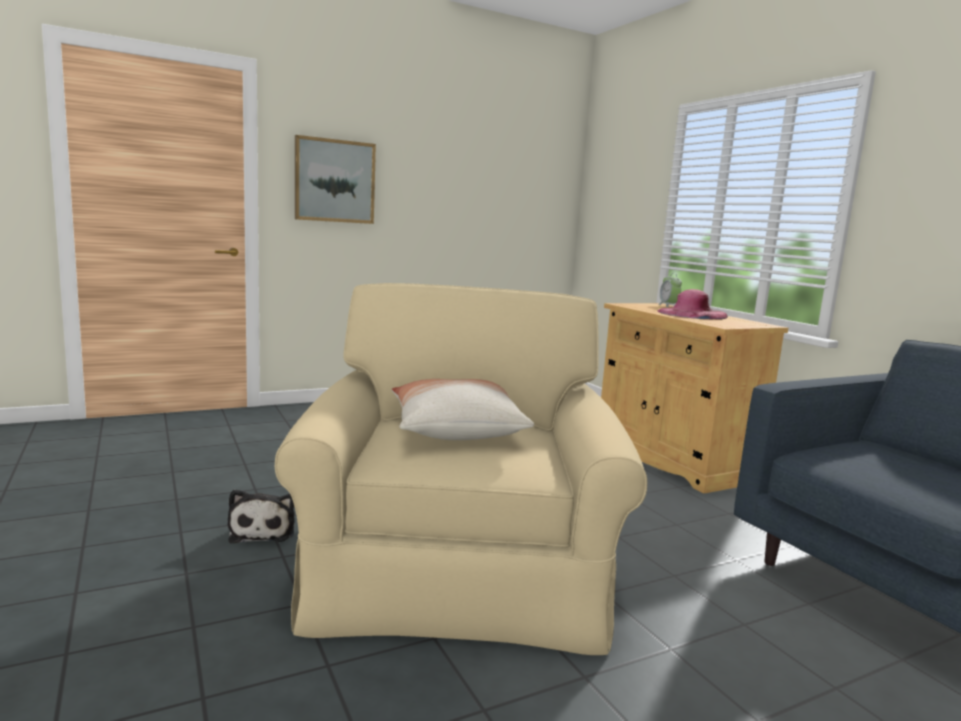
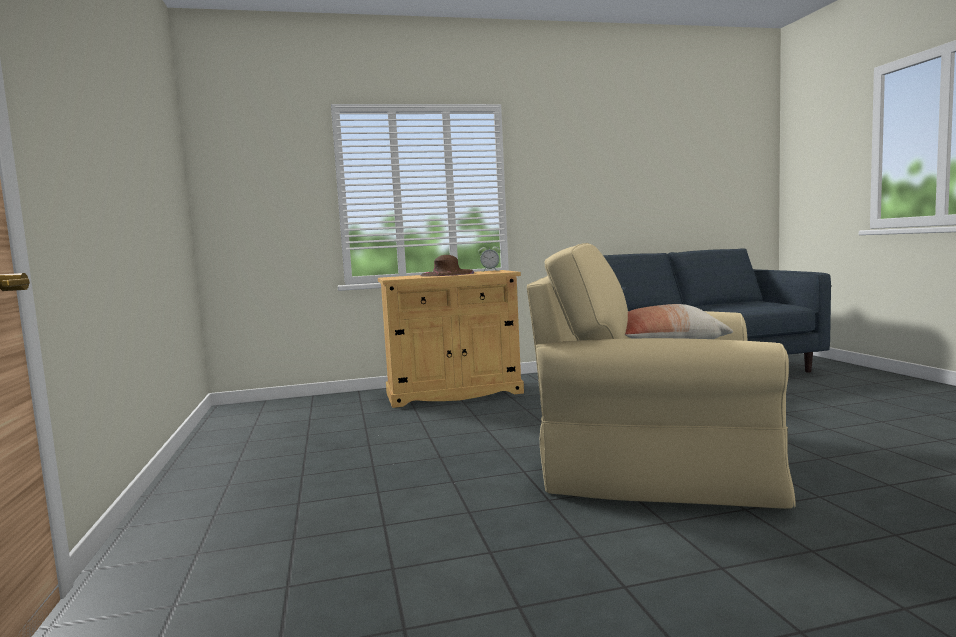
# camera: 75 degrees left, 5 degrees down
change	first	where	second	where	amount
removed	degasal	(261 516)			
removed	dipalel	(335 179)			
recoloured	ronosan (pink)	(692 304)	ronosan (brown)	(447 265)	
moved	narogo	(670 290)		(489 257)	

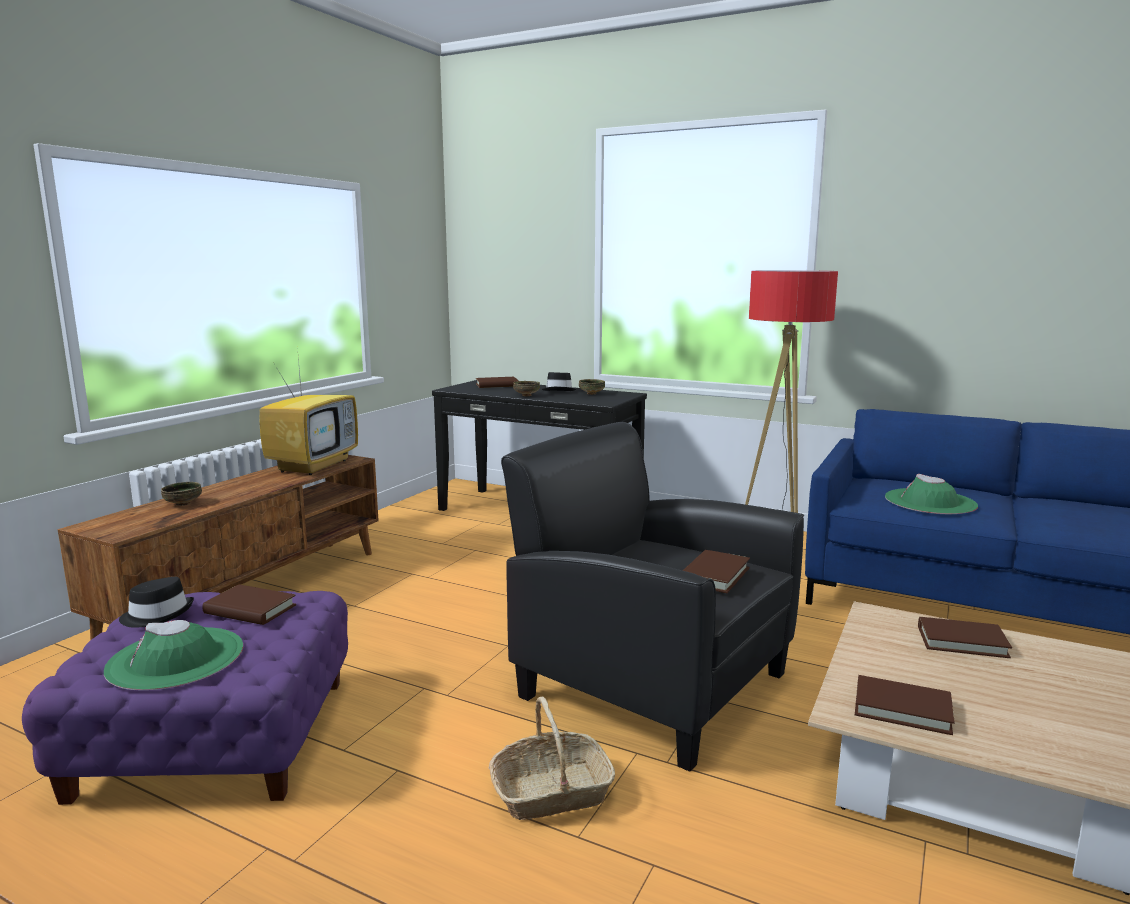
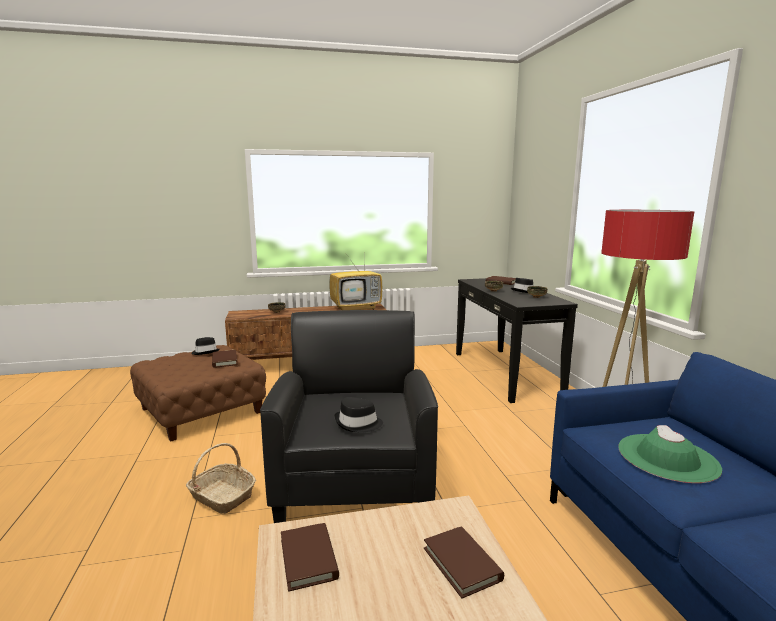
# camera: 50 degrees right, 0 degrees up
change	first	where	second	where	amount
recoloured	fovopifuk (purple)	(185 698)	fovopifuk (brown)	(198 393)	
removed	ronosan (green)	(173 655)			
replaced	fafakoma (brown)	(716 571)	ronosan (black)	(358 414)	

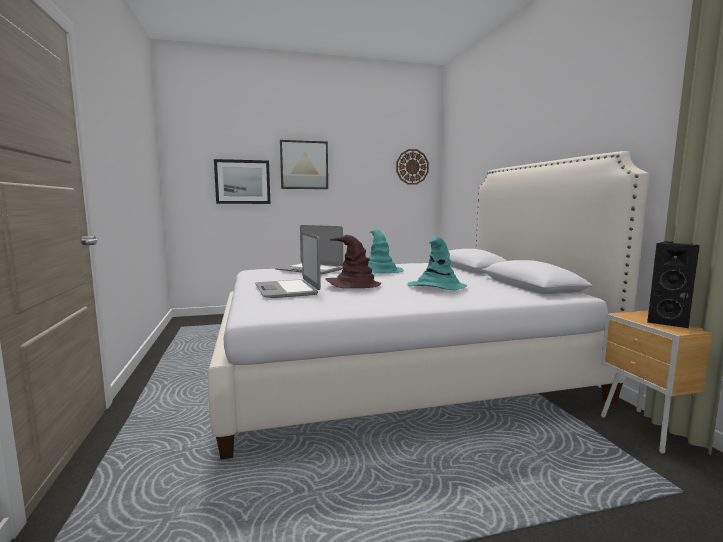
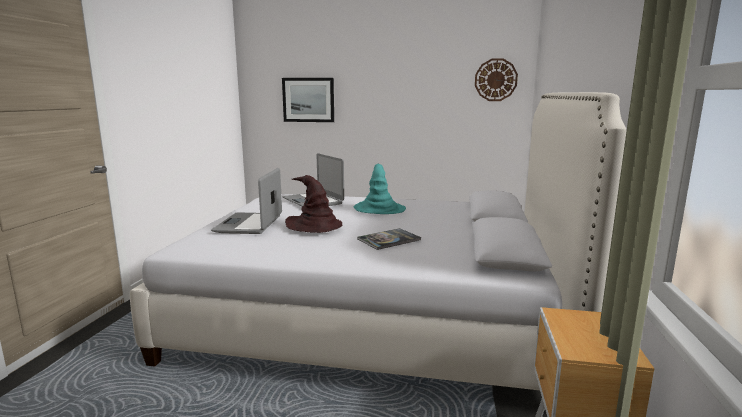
# camera: 25 degrees right, 5 degrees up
change	first	where	second	where	amount
removed	dipalel	(304 164)			
replaced	ronosan (turquoise)	(437 263)	fafakoma	(389 239)	
removed	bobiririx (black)	(673 284)			

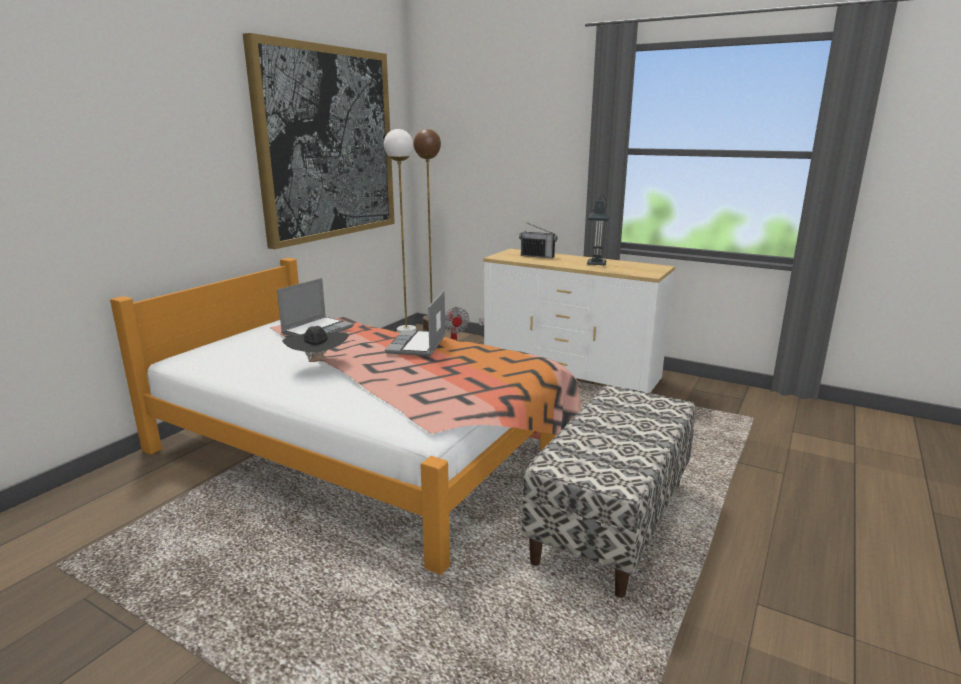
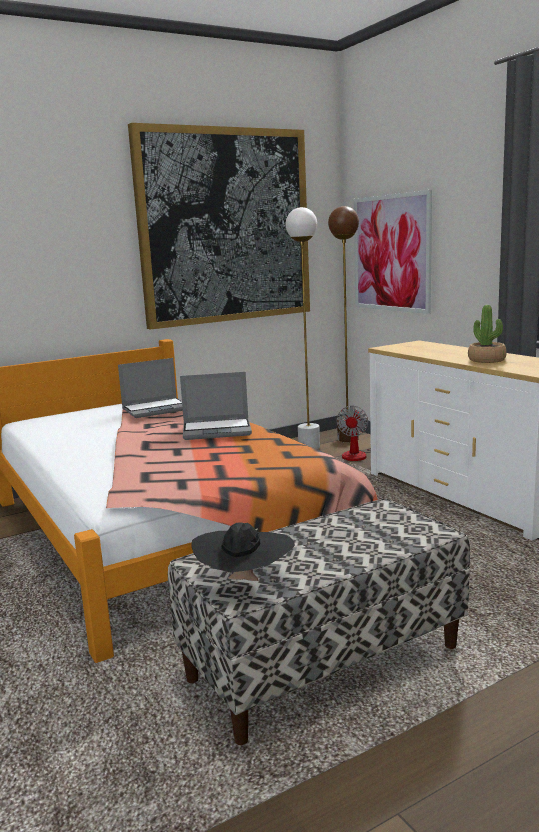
# camera: 30 degrees right, 5 degrees down
change	first	where	second	where	amount
moved	ronosan (black)	(315 344)		(243 551)	
turned	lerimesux	(415 323)		(216 406)	135 degrees counterclockwise
removed	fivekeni	(538 240)			
replaced	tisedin	(598 230)	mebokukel	(487 334)	
added			dipalel	(393 252)	

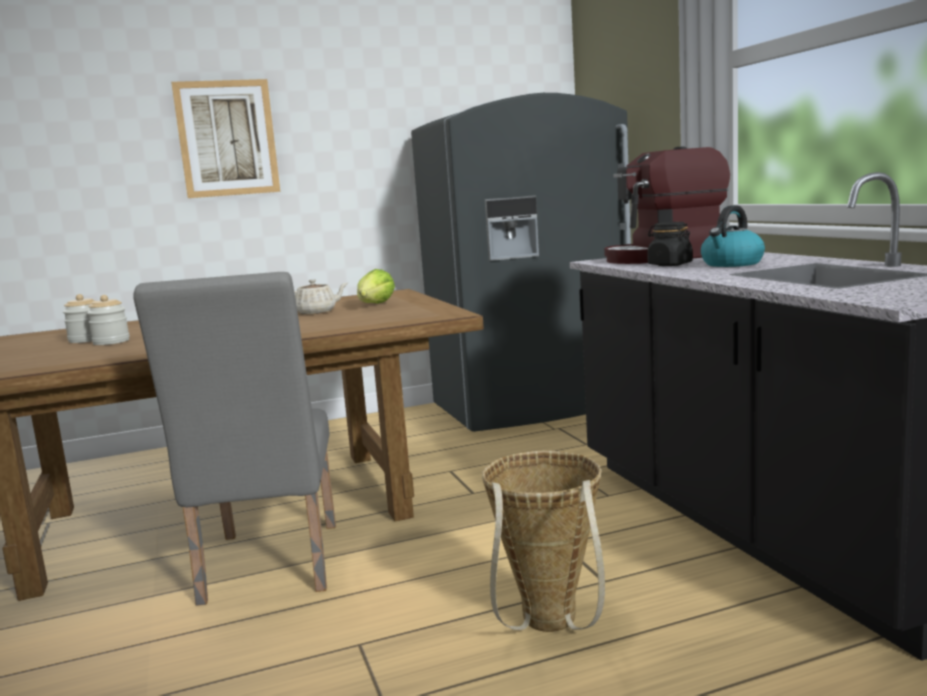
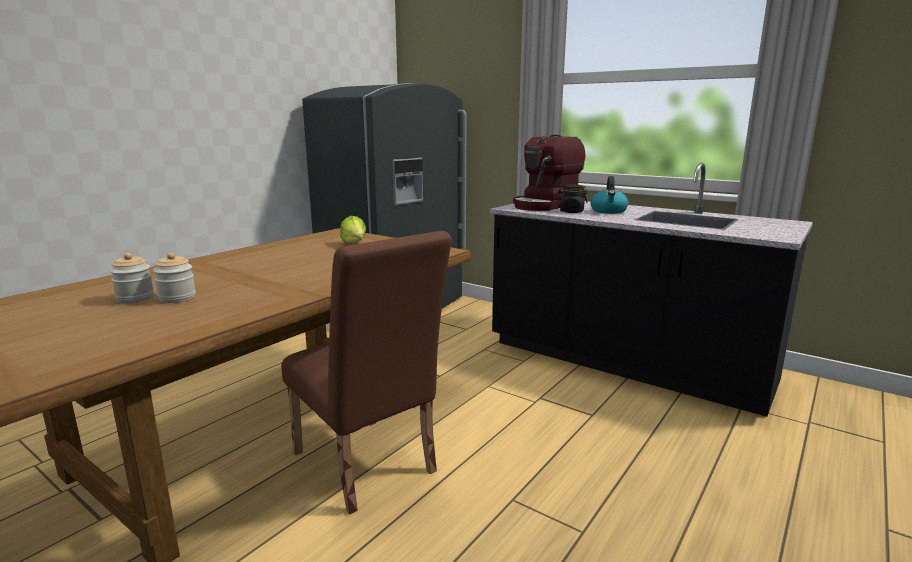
# camera: 35 degrees left, 5 degrees up
change	first	where	second	where	amount
recoloured	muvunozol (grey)	(234 439)	muvunozol (brown)	(366 372)	
removed	dipalel	(225 138)			
removed	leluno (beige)	(321 296)			
removed	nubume	(543 541)			

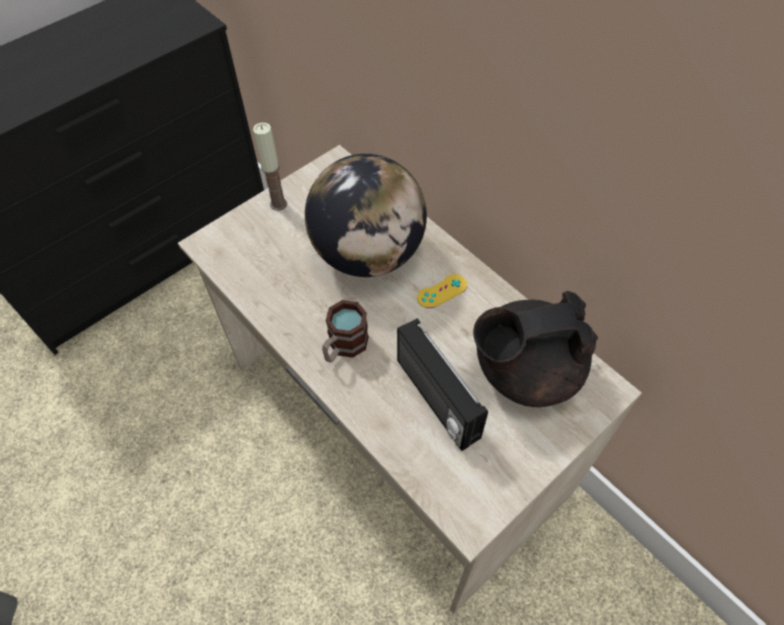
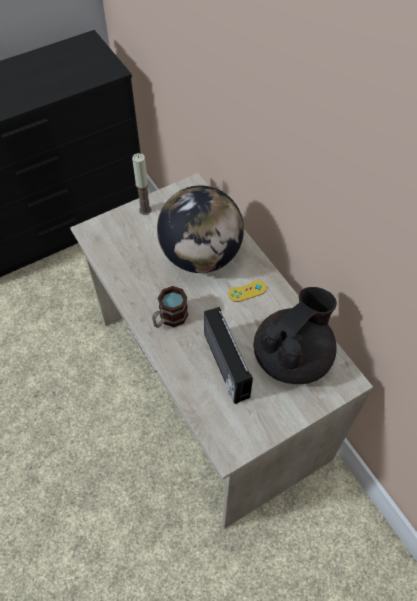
# camera: 10 degrees right, 0 degrees up
change	first	where	second	where	amount
turned	leluno (black)	(535 349)		(295 335)	135 degrees clockwise

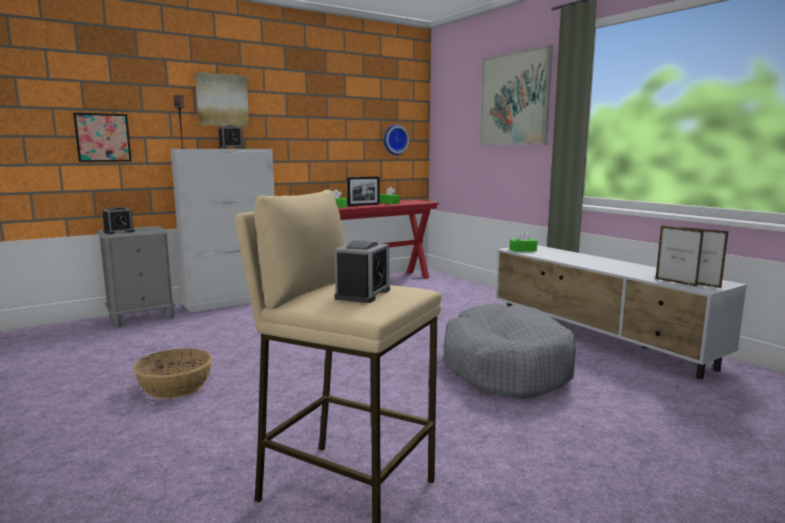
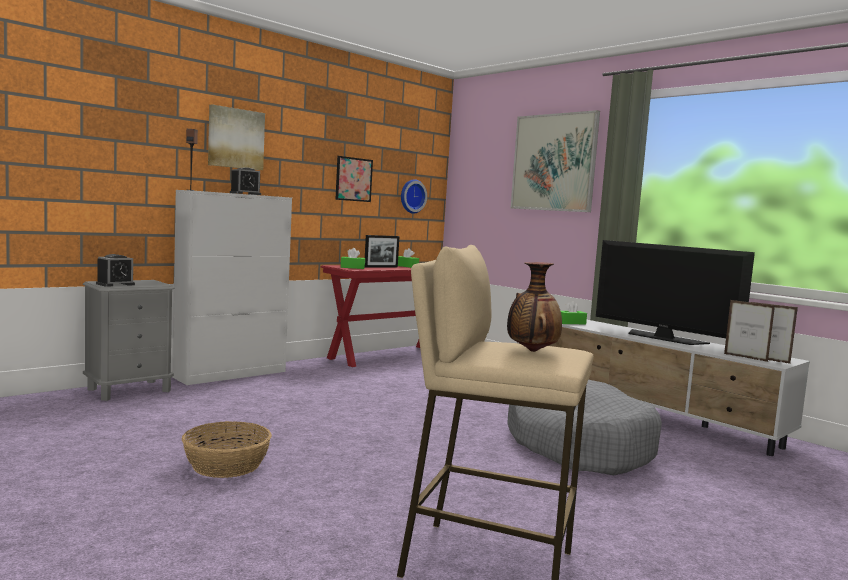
# camera: 10 degrees left, 5 degrees down
change	first	where	second	where	amount
moved	dipalel	(102 137)		(354 179)	
replaced	narogo	(362 271)	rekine	(534 307)	
added			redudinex	(675 292)	

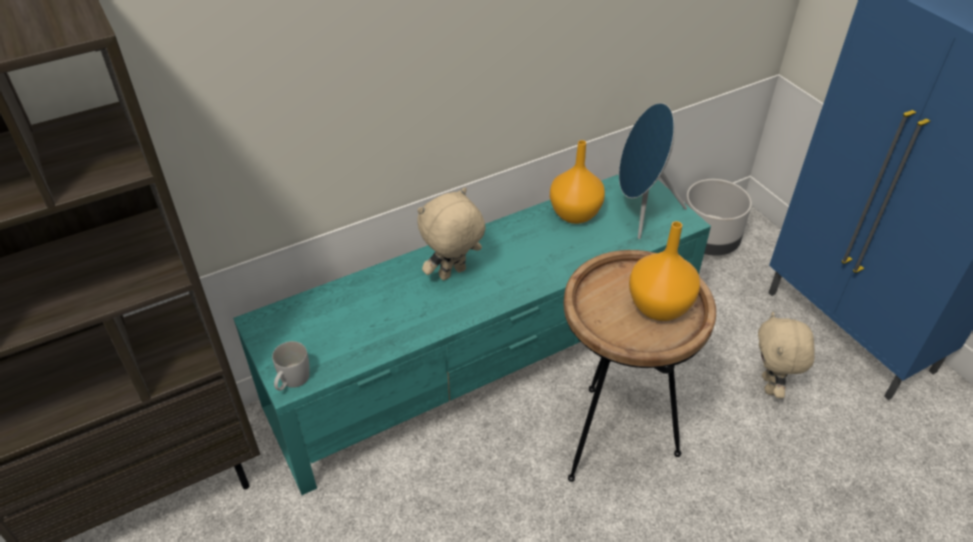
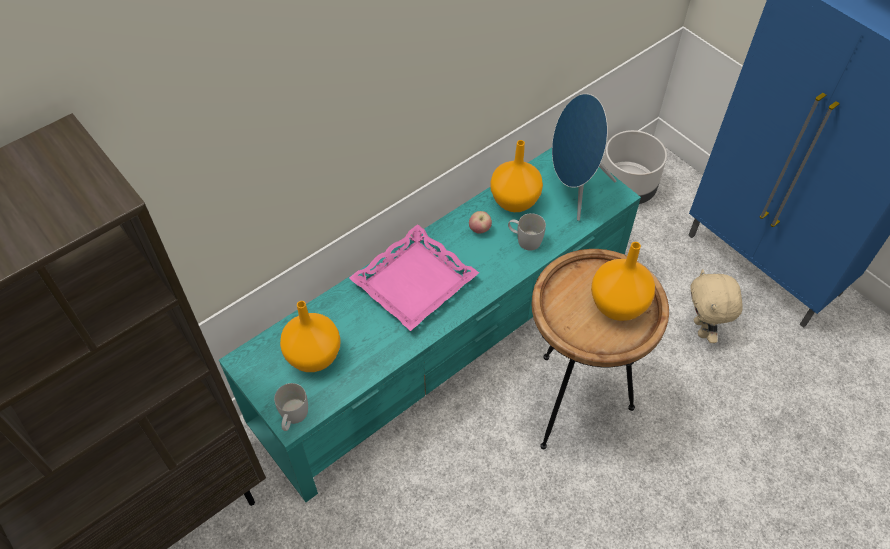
# camera: 10 degrees left, 10 degrees up
change	first	where	second	where	amount
replaced	degasal (beige)	(451 234)	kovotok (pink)	(414 277)	
added			rekine (orange)	(310 336)	
added			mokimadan	(480 222)	
added			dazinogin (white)	(527 232)	

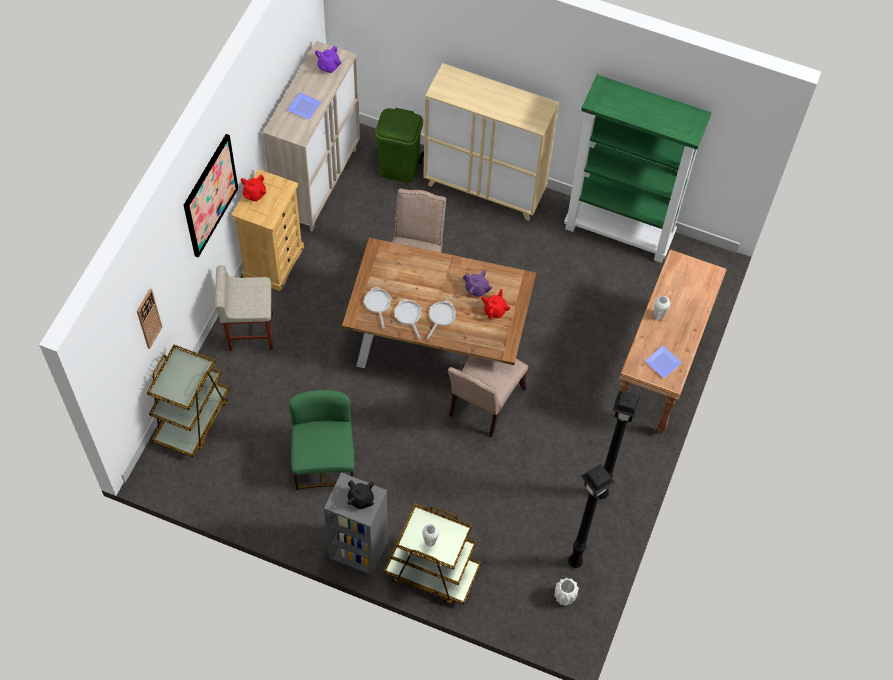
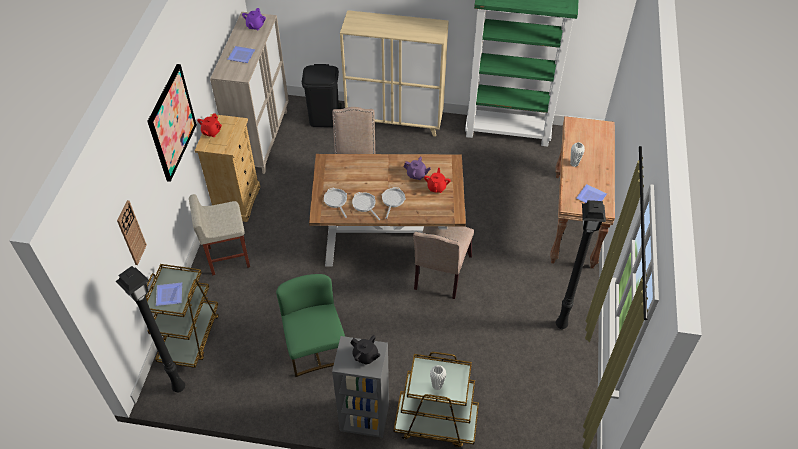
# camera: 10 degrees left, 10 degrees down
change	first	where	second	where	amount
recoloured	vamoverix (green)	(399 145)	vamoverix (black)	(322 95)	
removed	rekine (white)	(567 592)			
moved	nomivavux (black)	(592 516)		(150 329)	
added			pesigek	(169 294)	

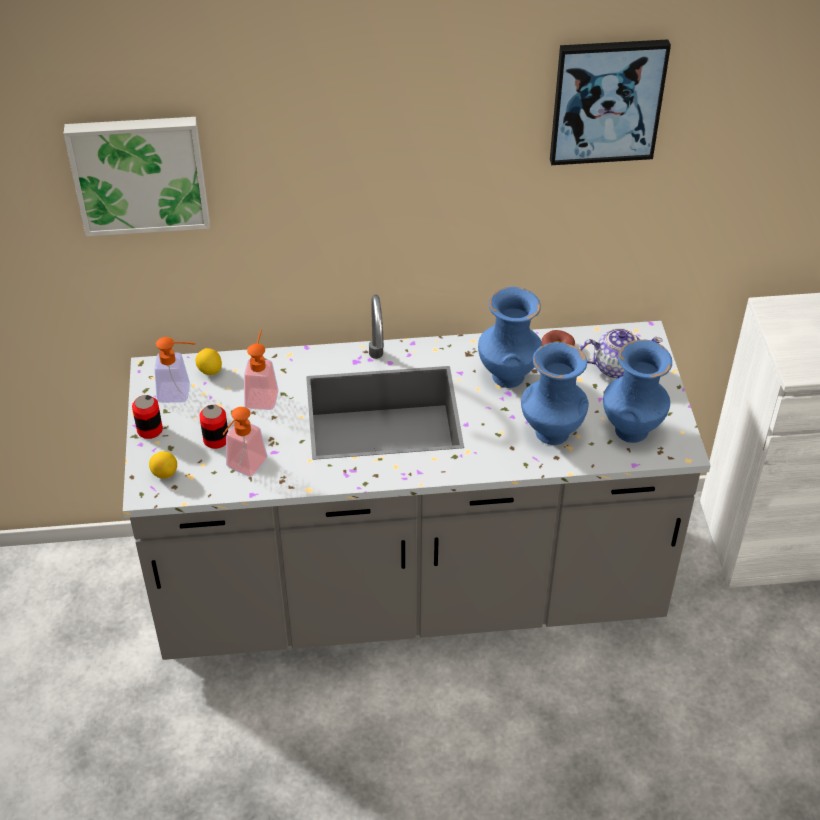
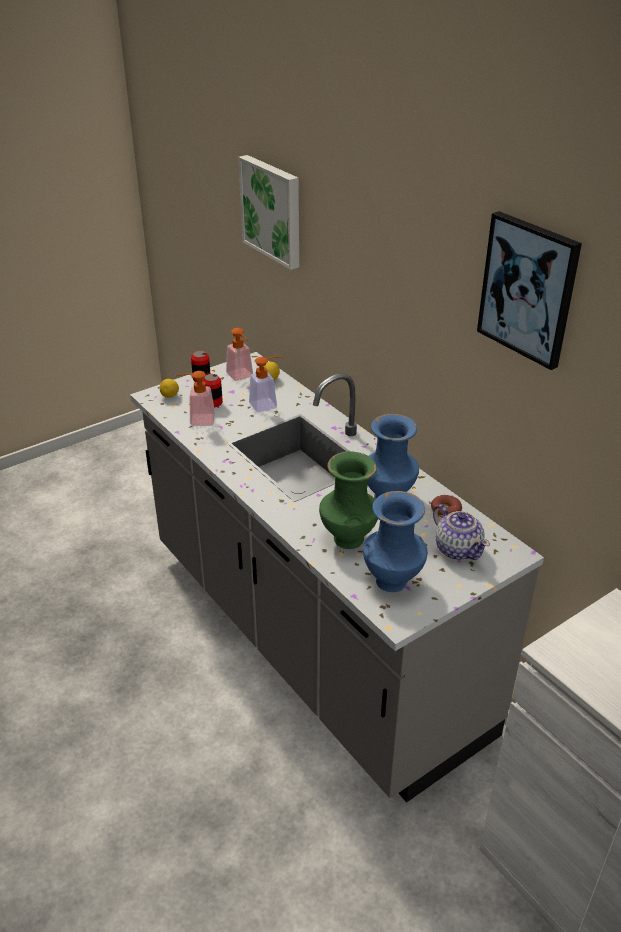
# camera: 60 degrees right, 10 degrees down
change	first	where	second	where	amount
recoloured	rekine (blue)	(555 393)	rekine (green)	(348 500)	

